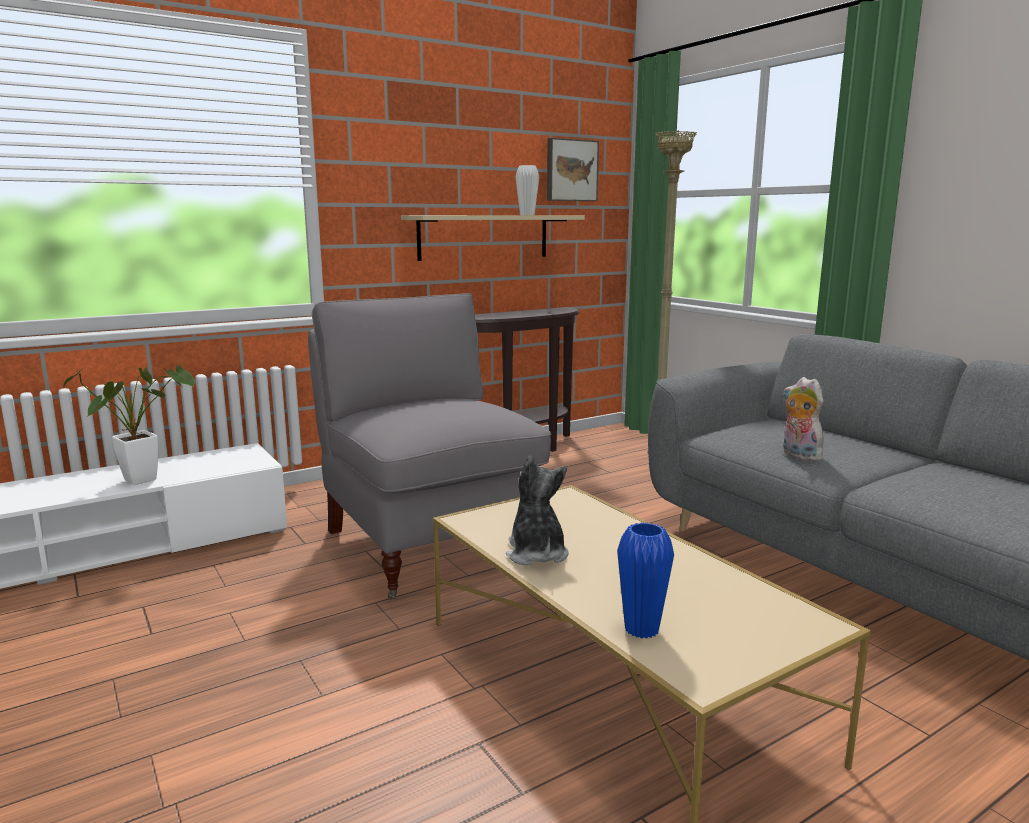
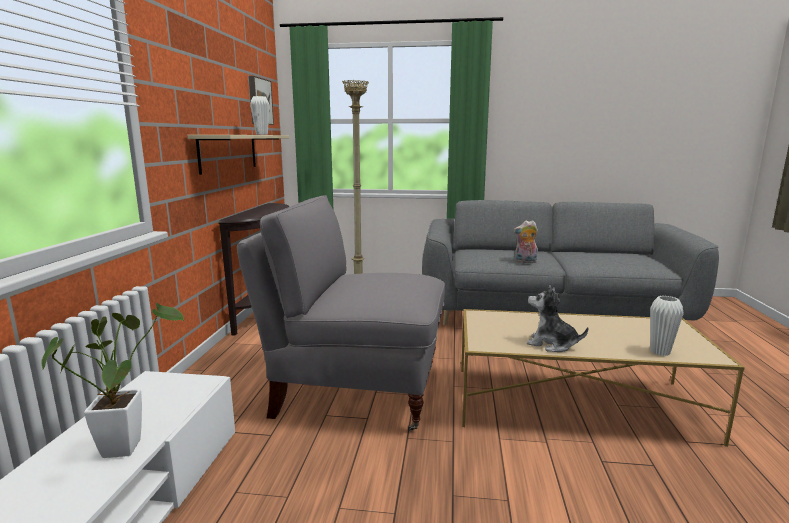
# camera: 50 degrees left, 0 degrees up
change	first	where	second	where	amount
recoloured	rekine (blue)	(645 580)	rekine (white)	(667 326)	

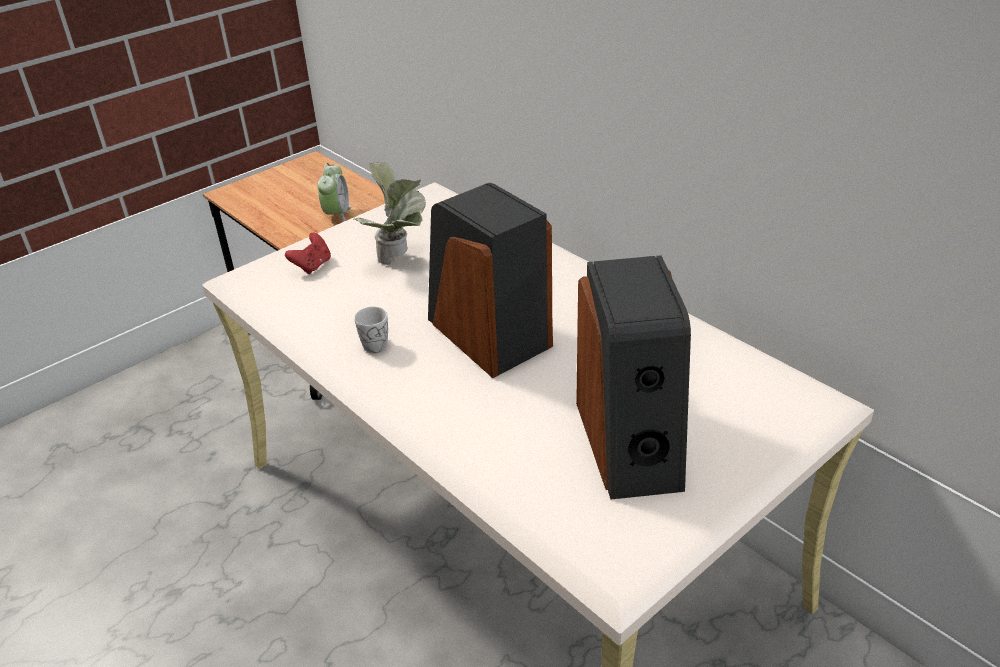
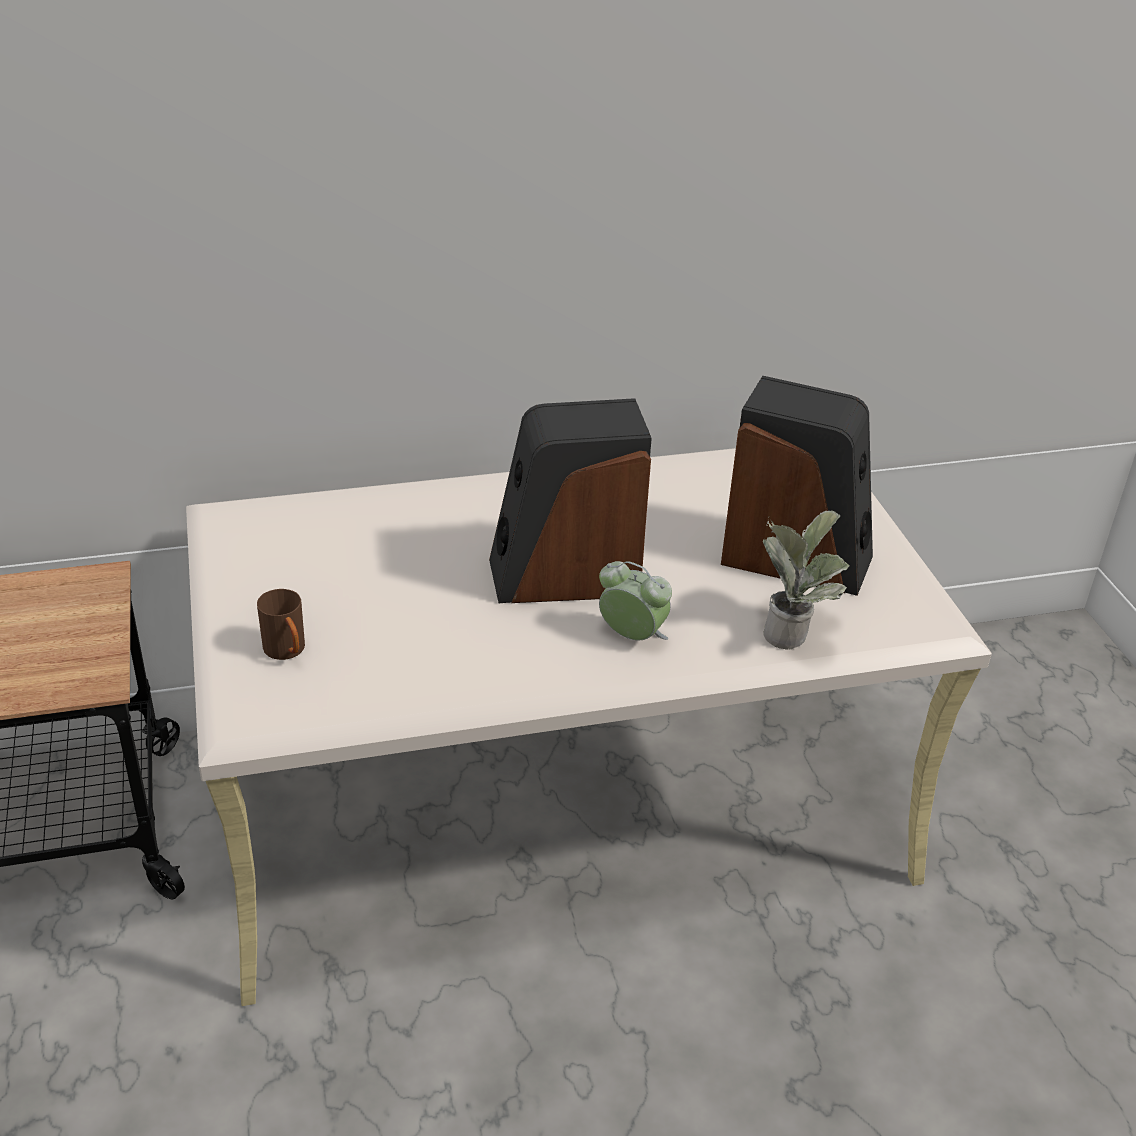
# camera: 65 degrees left, 0 degrees up
change	first	where	second	where	amount
replaced	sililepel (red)	(308 253)	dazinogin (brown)	(281 624)	
moved	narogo	(334 192)		(635 600)	
moved	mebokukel	(389 213)		(806 580)	
removed	dazinogin (white)	(371 329)			

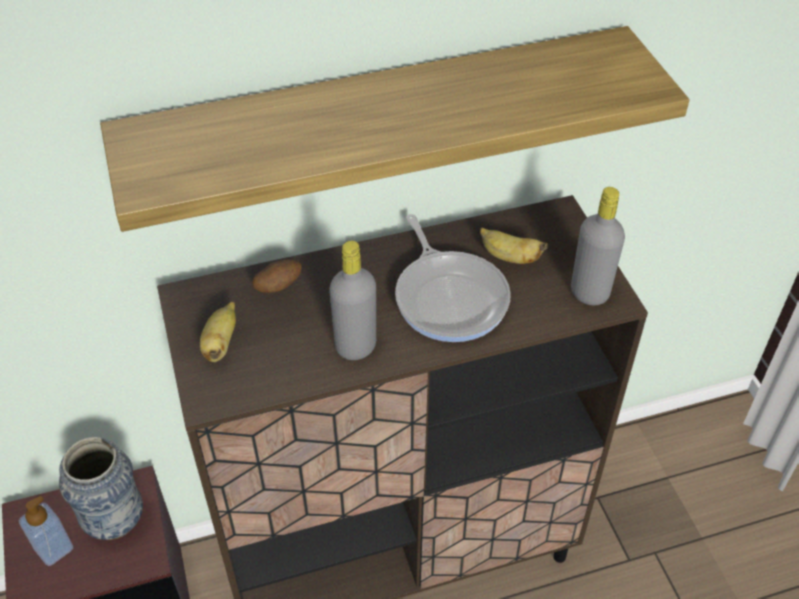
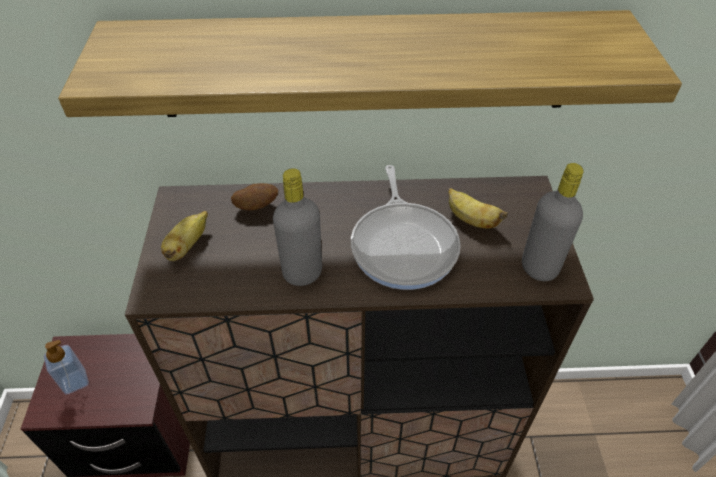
# camera: 15 degrees right, 0 degrees up
change	first	where	second	where	amount
removed	rekine	(101 488)			

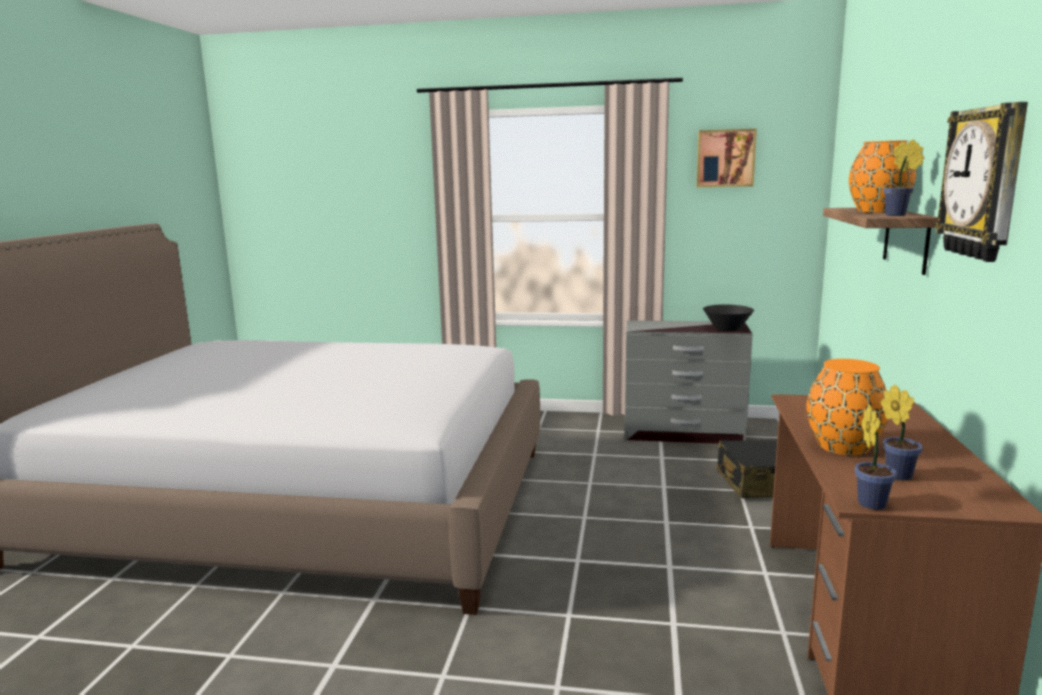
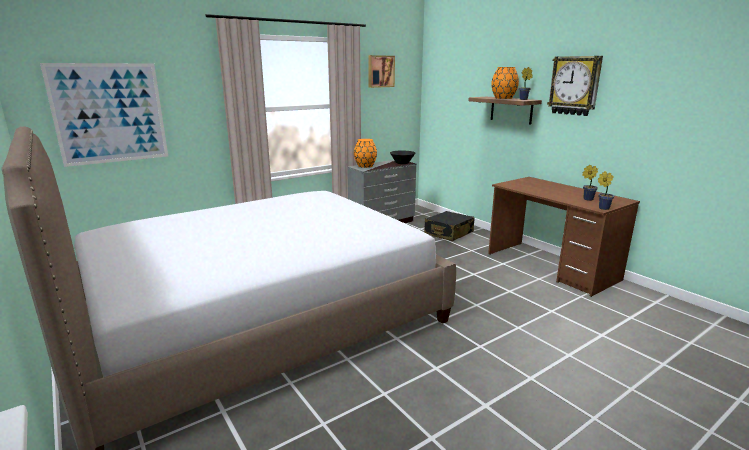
# camera: 45 degrees left, 5 degrees up
change	first	where	second	where	amount
moved	rekine (orange)	(847 407)		(365 153)	
added			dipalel	(104 115)	

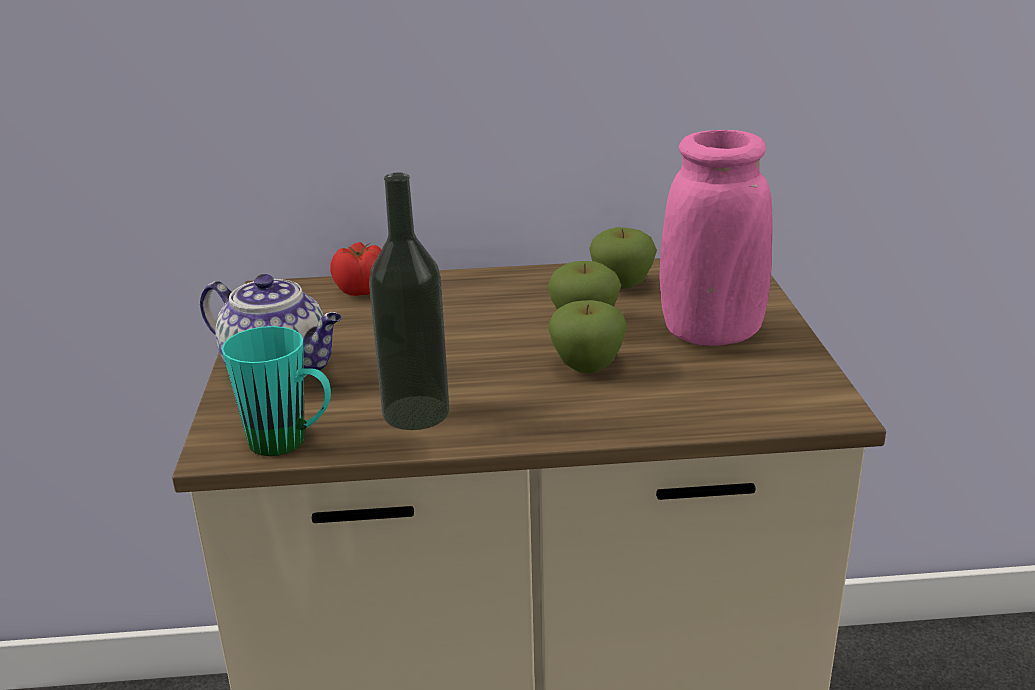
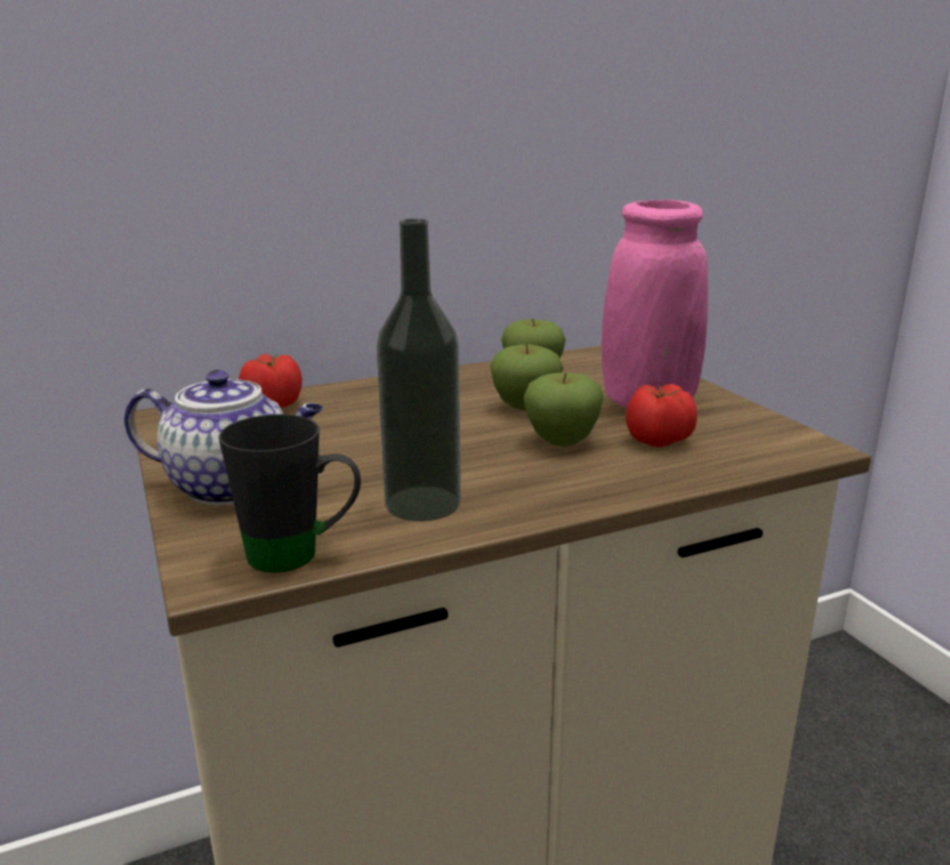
# camera: 20 degrees left, 5 degrees down
change	first	where	second	where	amount
recoloured	dazinogin (turquoise)	(276 391)	dazinogin (black)	(290 493)	
added			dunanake	(661 415)	

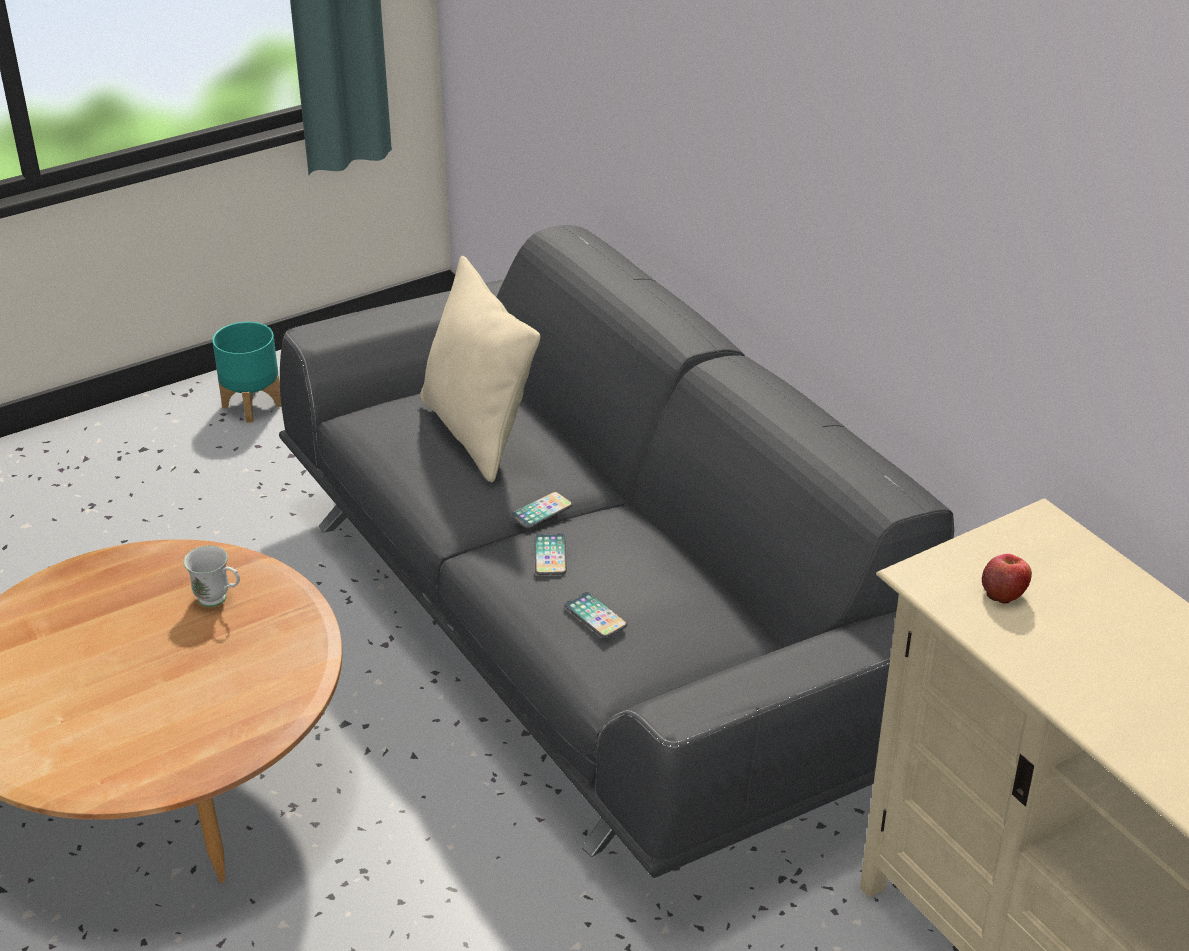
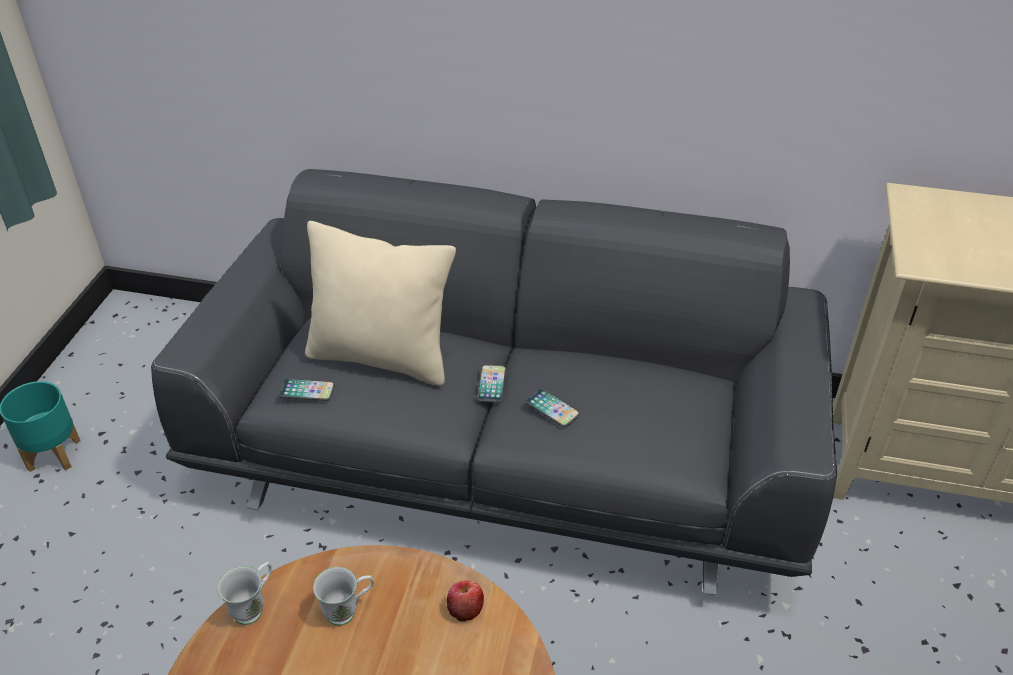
# camera: 45 degrees left, 5 degrees up
change	first	where	second	where	amount
moved	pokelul	(595 615)		(307 390)	
moved	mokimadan	(1007 579)		(465 601)	
added			dazinogin (white)	(244 593)	

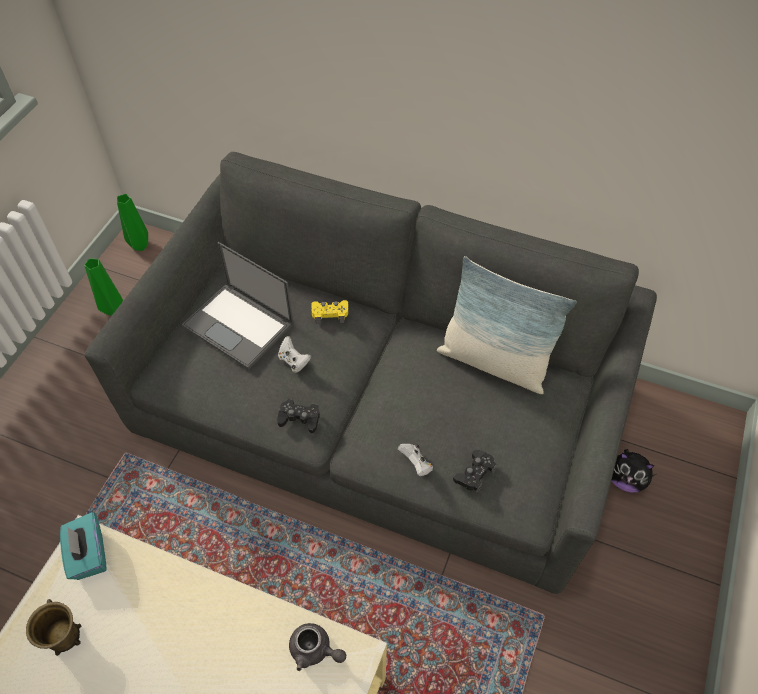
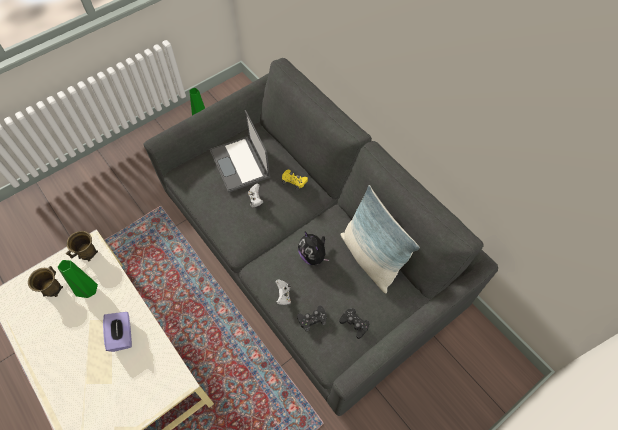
# camera: 30 degrees right, 5 degrees up
change	first	where	second	where	amount
replaced	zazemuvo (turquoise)	(83 546)	dazinogin (brown)	(82 246)	
moved	rekine (green)	(132 222)		(77 279)	
moved	sililepel (black)	(298 416)		(354 323)	
removed	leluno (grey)	(317 647)			
moved	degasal	(633 470)		(313 248)	
added			zazemuvo (purple)	(117 332)	

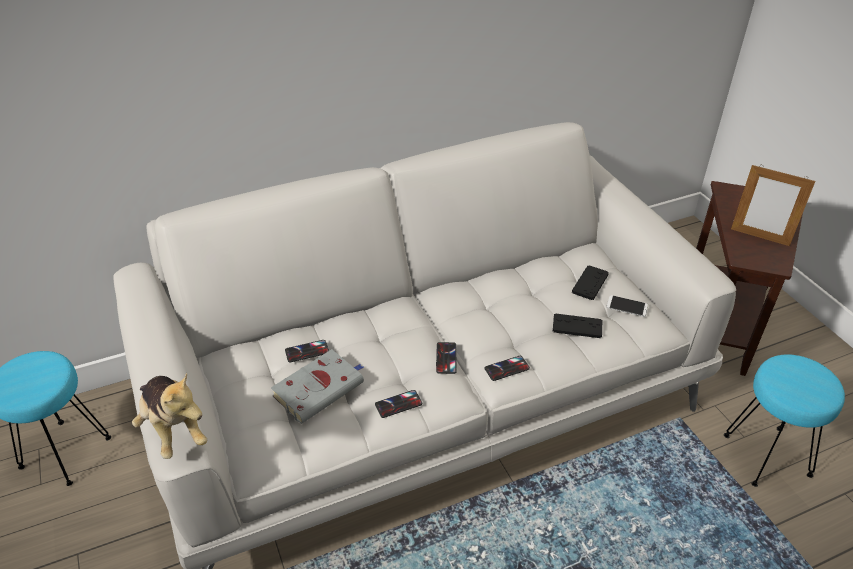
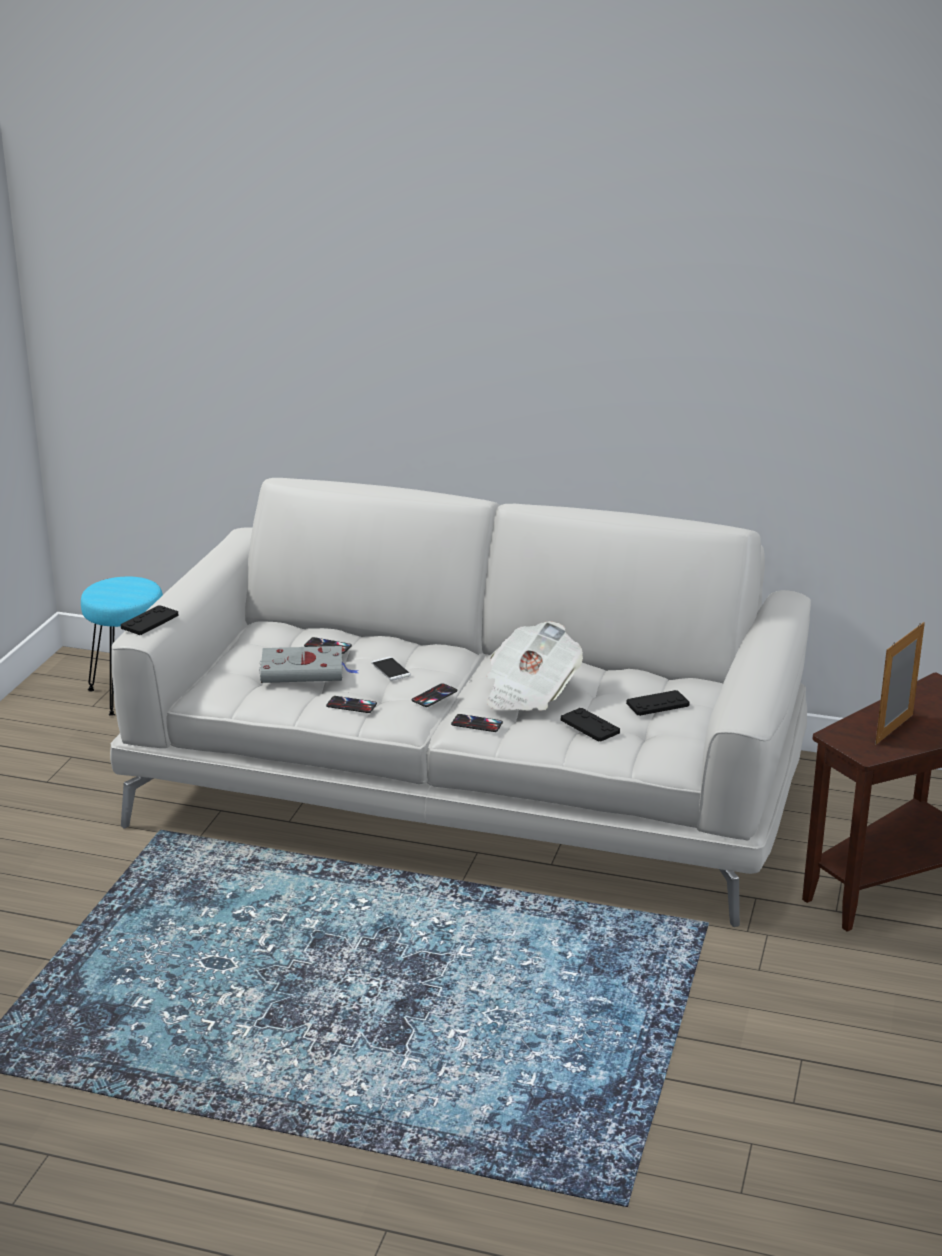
# camera: 40 degrees right, 15 degrees down
change	first	where	second	where	amount
replaced	degasal	(169 416)	sililepel (black)	(150 620)	
moved	pokelul	(627 306)		(391 669)	
removed	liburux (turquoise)	(784 420)			
turned	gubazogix	(773 205)		(900 683)	60 degrees clockwise
added			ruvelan	(535 666)	

